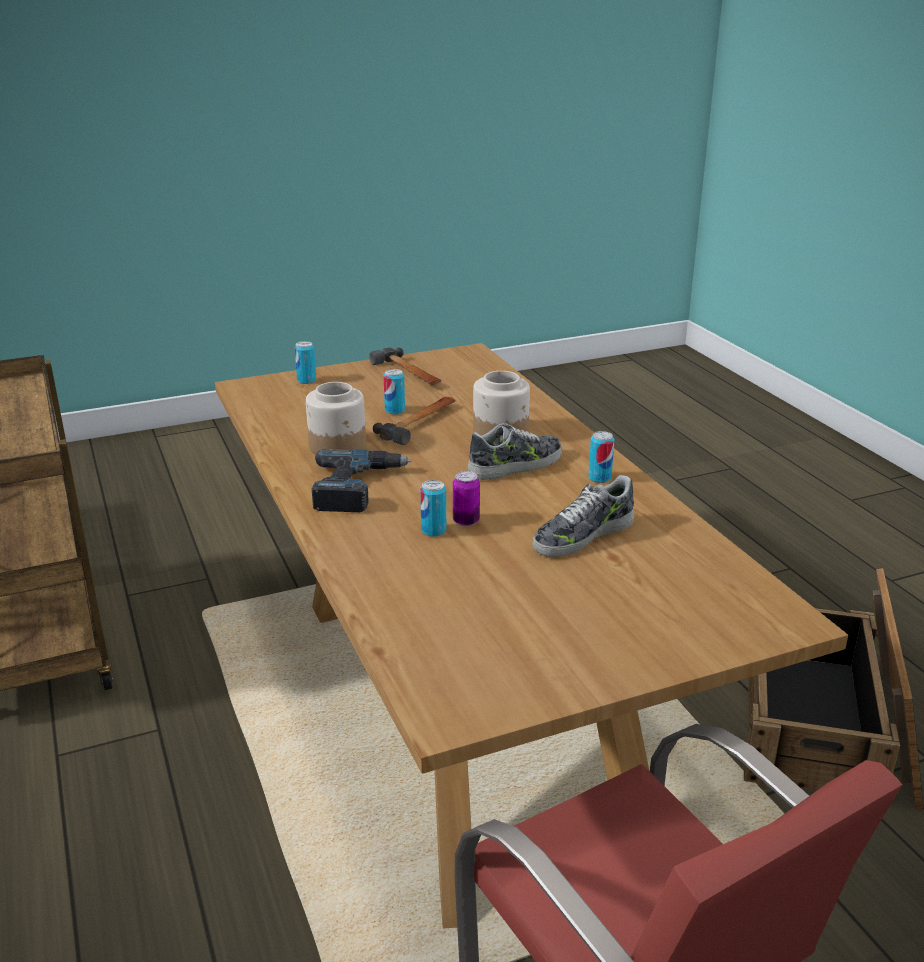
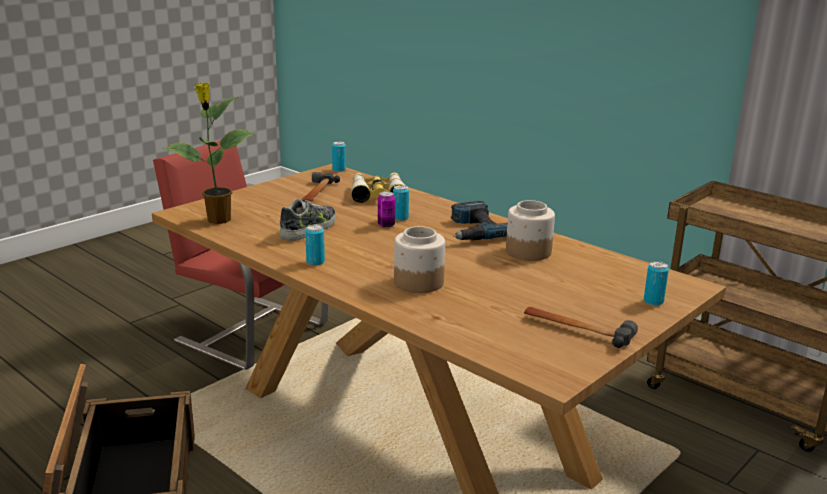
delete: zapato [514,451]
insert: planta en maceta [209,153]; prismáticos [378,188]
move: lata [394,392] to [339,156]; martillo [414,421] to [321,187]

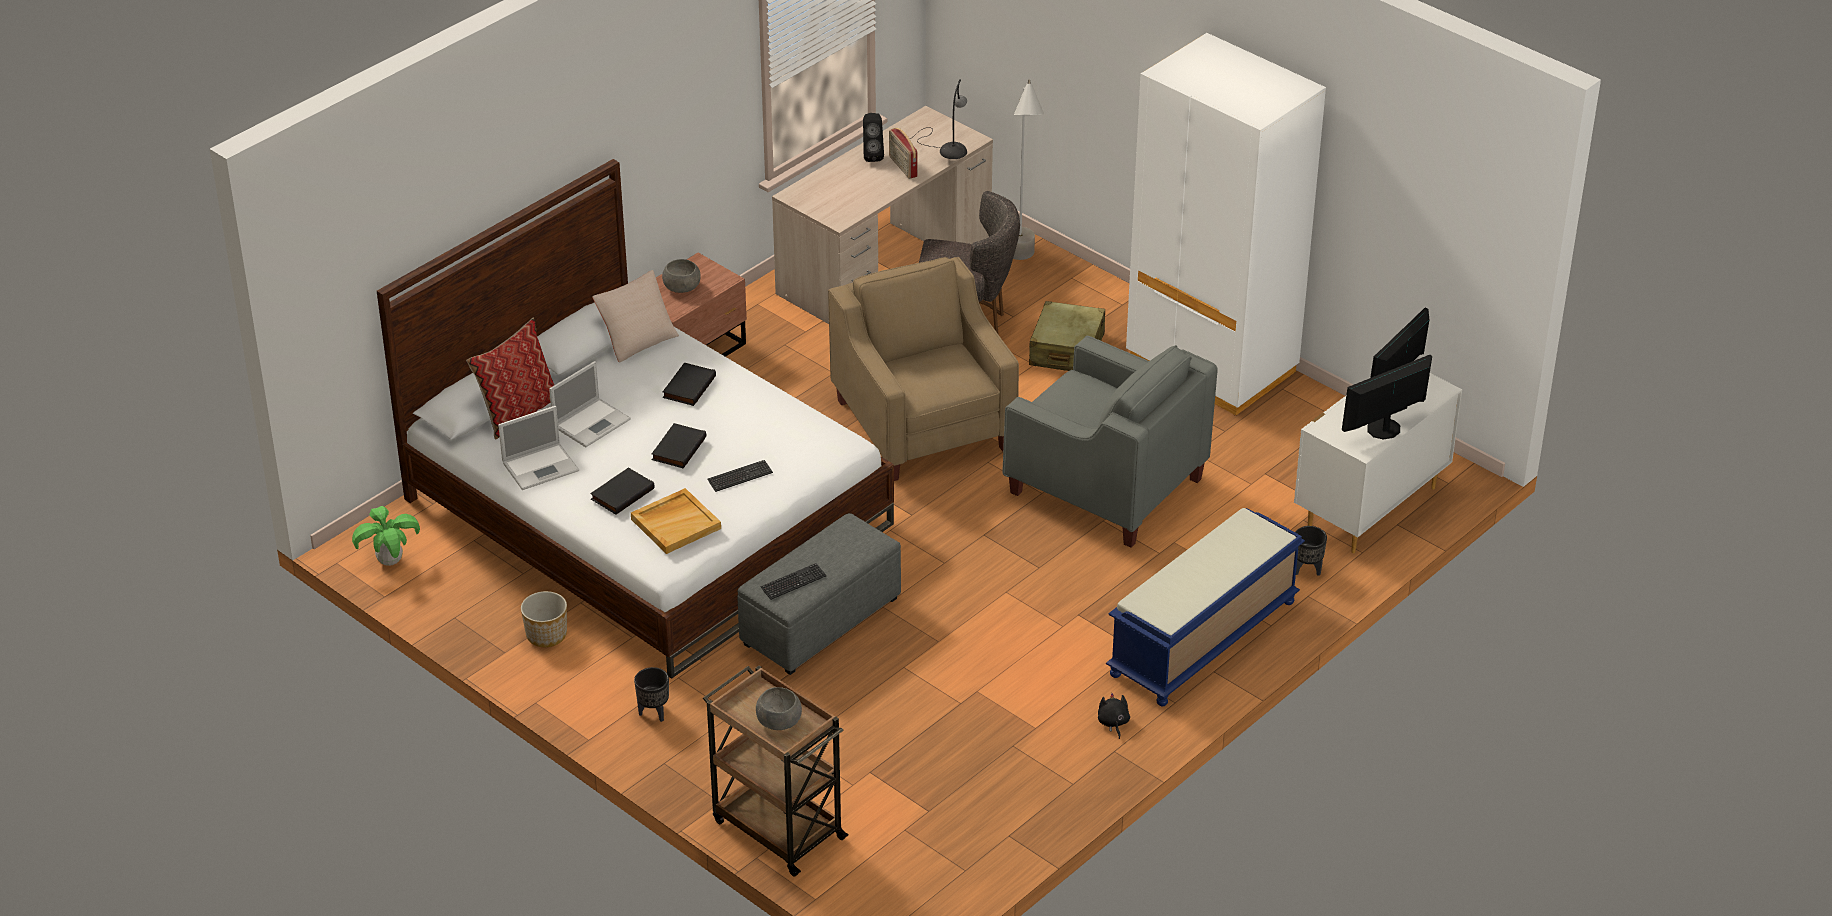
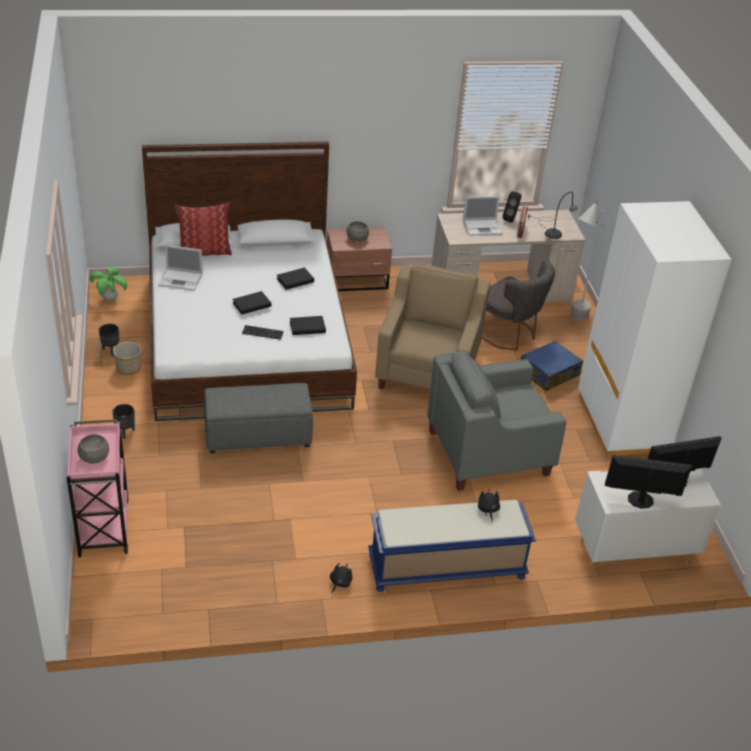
delete: cojín/beis [635,316]; bandeja/beis [676,521]; teclado [793,581]
insert: peluche/negro [489,505]
move: portátil [590,404] to [483,216]; libro/negro [622,491] to [308,325]; maceta/negro [1311,551] to [109,340]
recolor: maleta/beis [1067,336] to maleta/azul [552,366]; carrito/marrón [776,771] to carrito/rosa [97,488]
rotate: sillón/gris [1110,442] = [497,420] 90 degrees clockwise

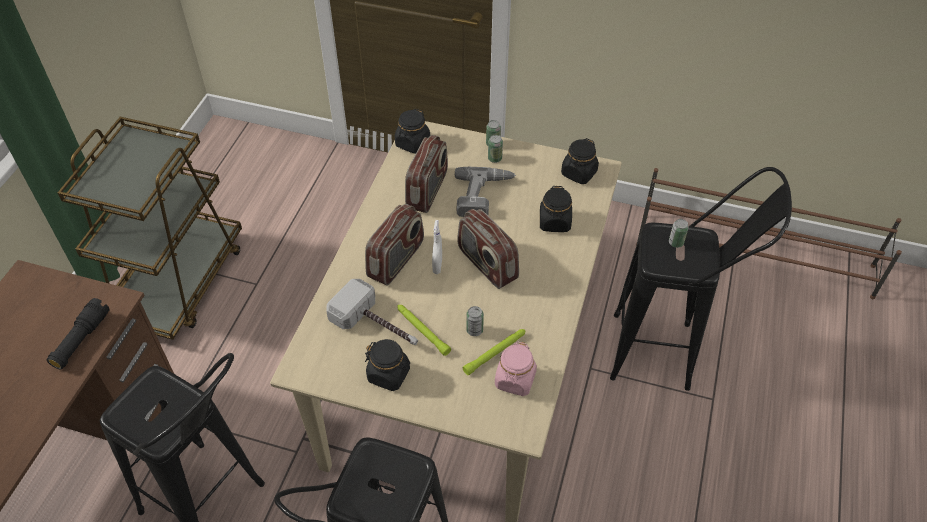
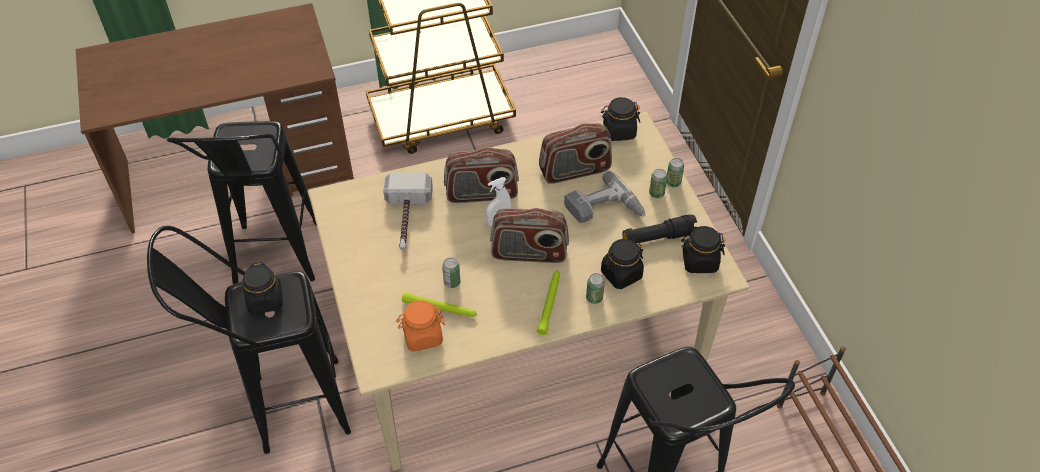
move: lata [679,233] to [595,288]; linterna/negro [78,333] to [659,229]; linterna/verde [424,330] to [548,303]; tarro/negro [387,365] to [262,288]
recolor: tarro/rosa [516,369] to tarro/naranja [420,326]
rotate: radio [488,249] = [529,235] 105 degrees counterclockwise

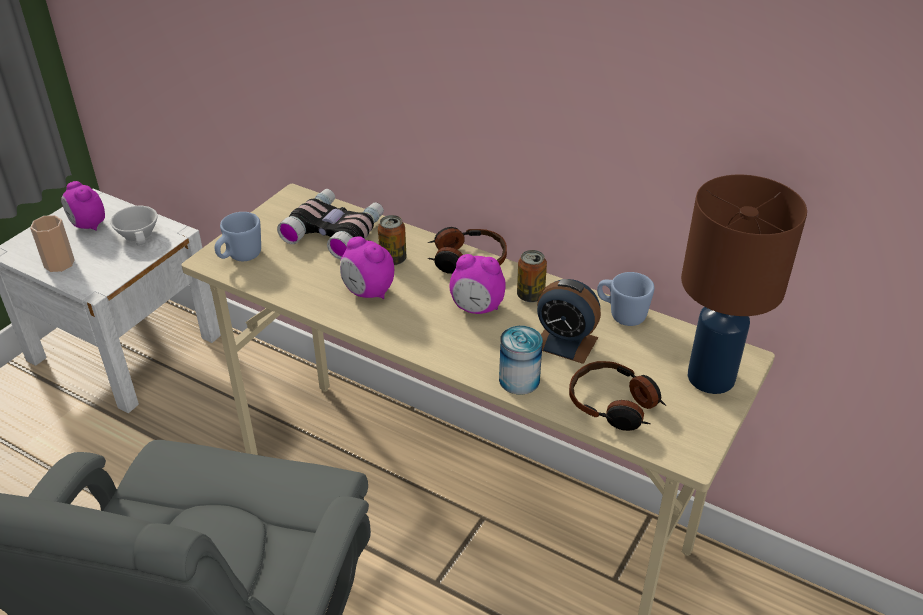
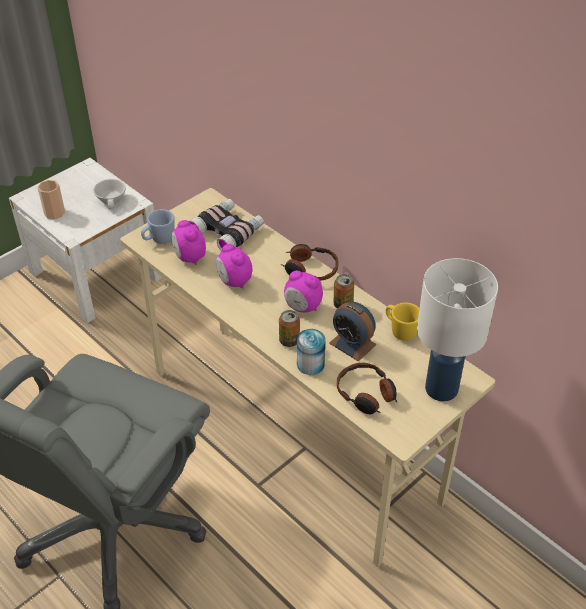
move: despertador [83,206] to [188,242]; lata [392,240] to [289,328]
recolor: lámpara de mesa/marrón [744,284] to lámpara de mesa/blanco [457,329]; taza grande/azul [626,299] to taza grande/amarillo [402,322]

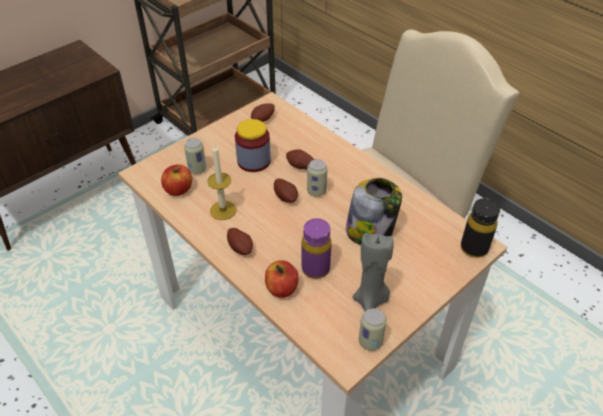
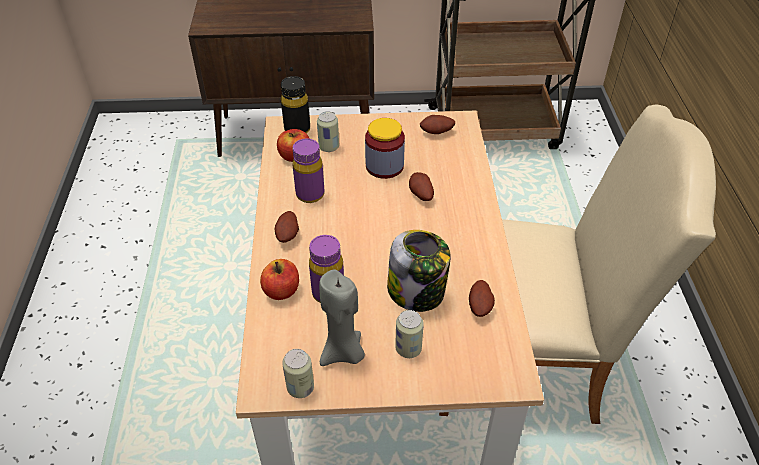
move: lata [317,178] to [409,334]; patata [286,191] to [482,298]; botella/negro [480,228] to [295,105]
replace: vela [222,181] to botella/morado [308,171]

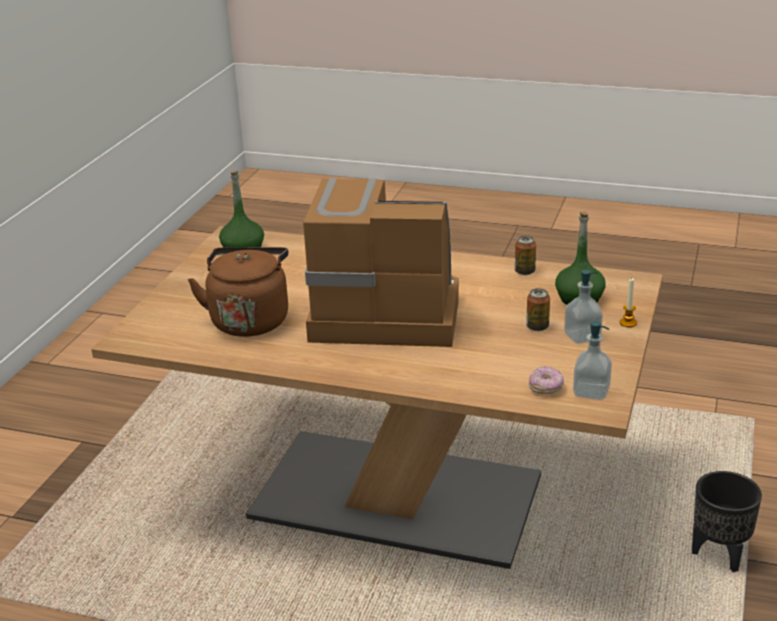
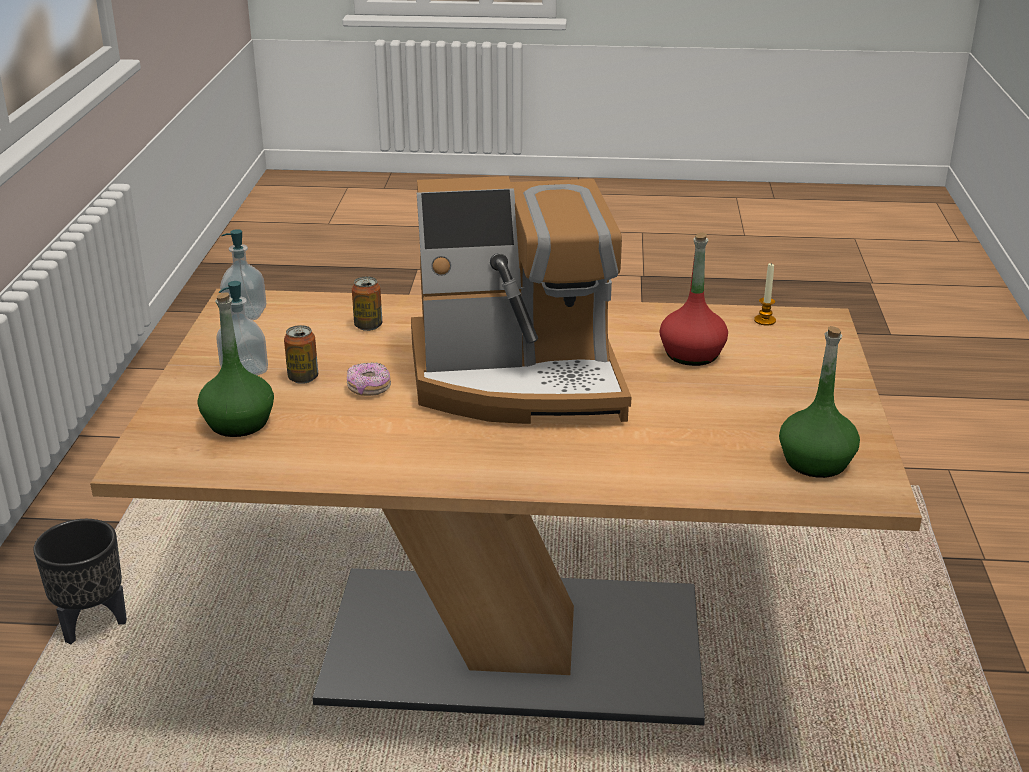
move: lata [525,255] to [367,304]; vela [628,302] to [765,294]; rosquilla [546,380] to [369,379]
replace: hervidor/marrón [238,292] to botella/rojo [693,299]

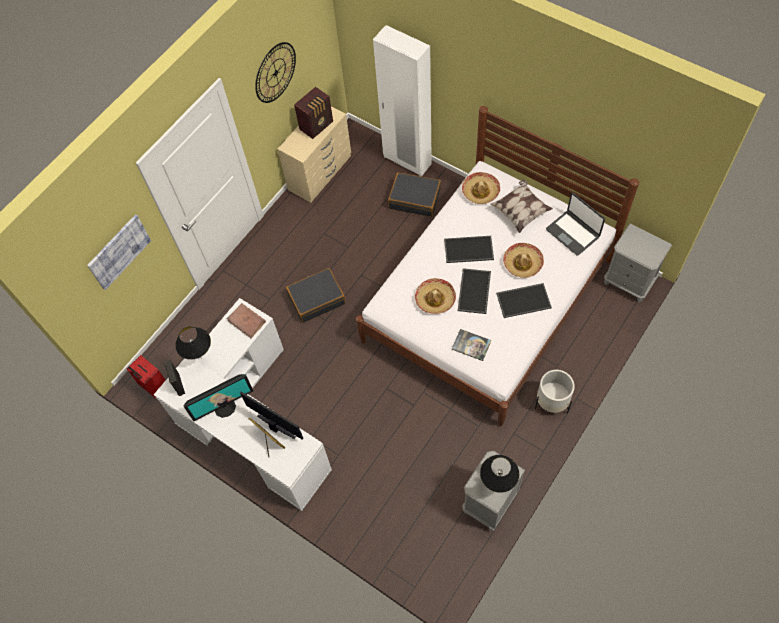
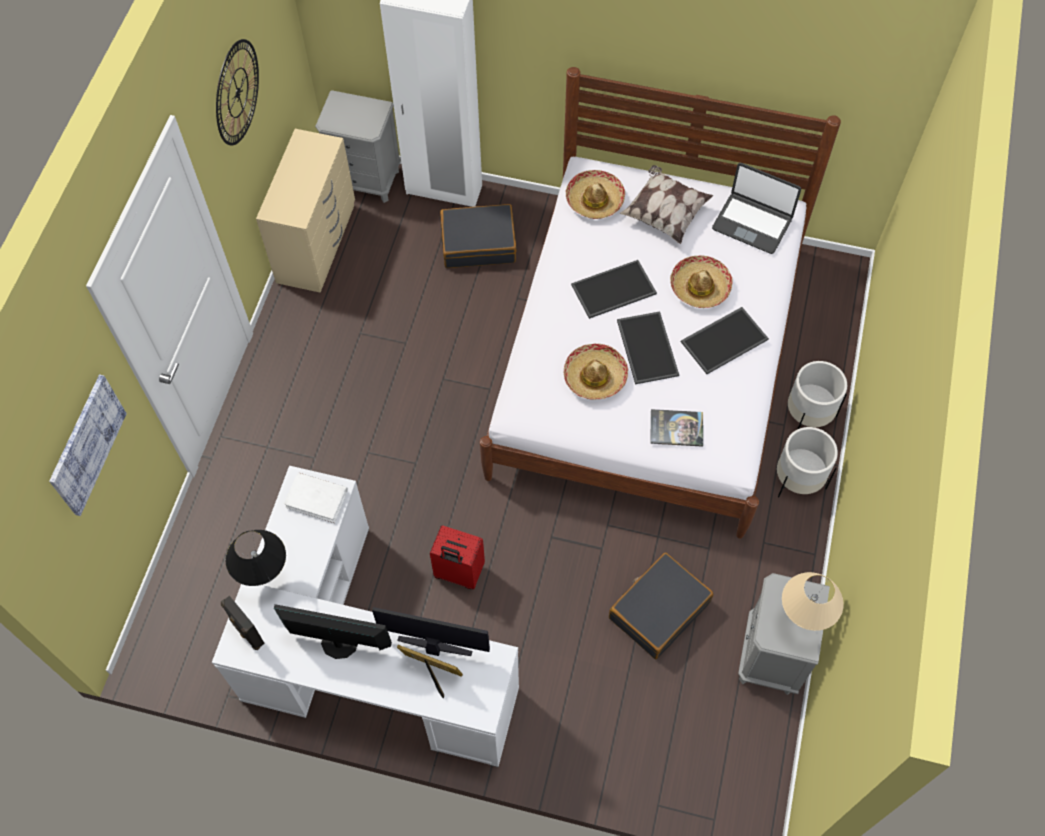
delete: radio [313,113]
insert: maceta/blanco [817,395]
move: mesita de noche/gris [638,263] to [358,146]; maleta/negro [315,295] to [661,605]; maleta/rojo [146,377] to [457,557]
recolor: libro/marrón [246,320] to libro/blanco [316,498]; lámpara de mesa/negro [499,474] to lámpara de mesa/beis [813,601]
rotate: monitor [218,397] = [333,631] 120 degrees counterclockwise

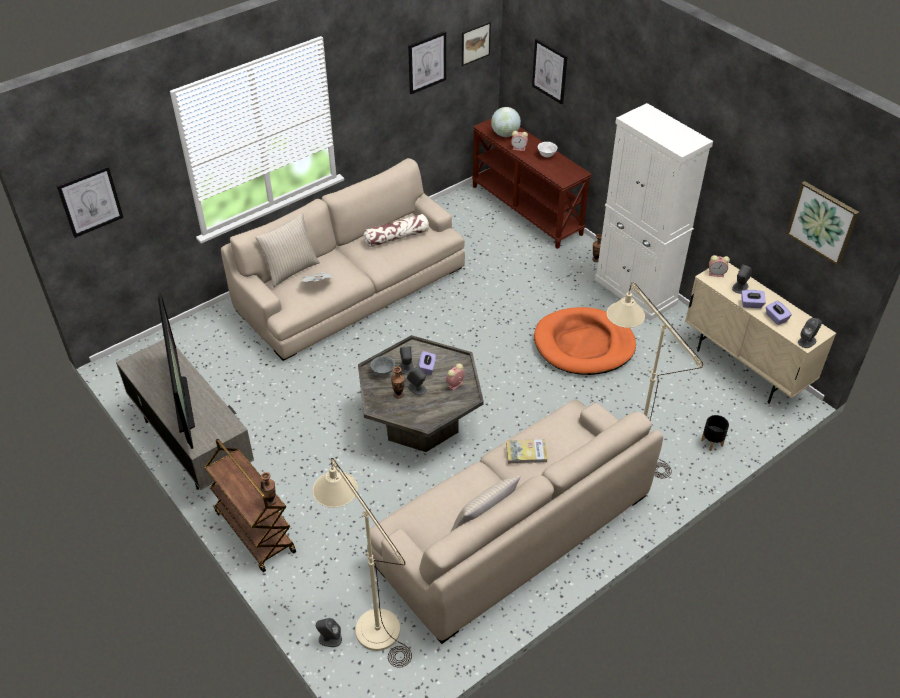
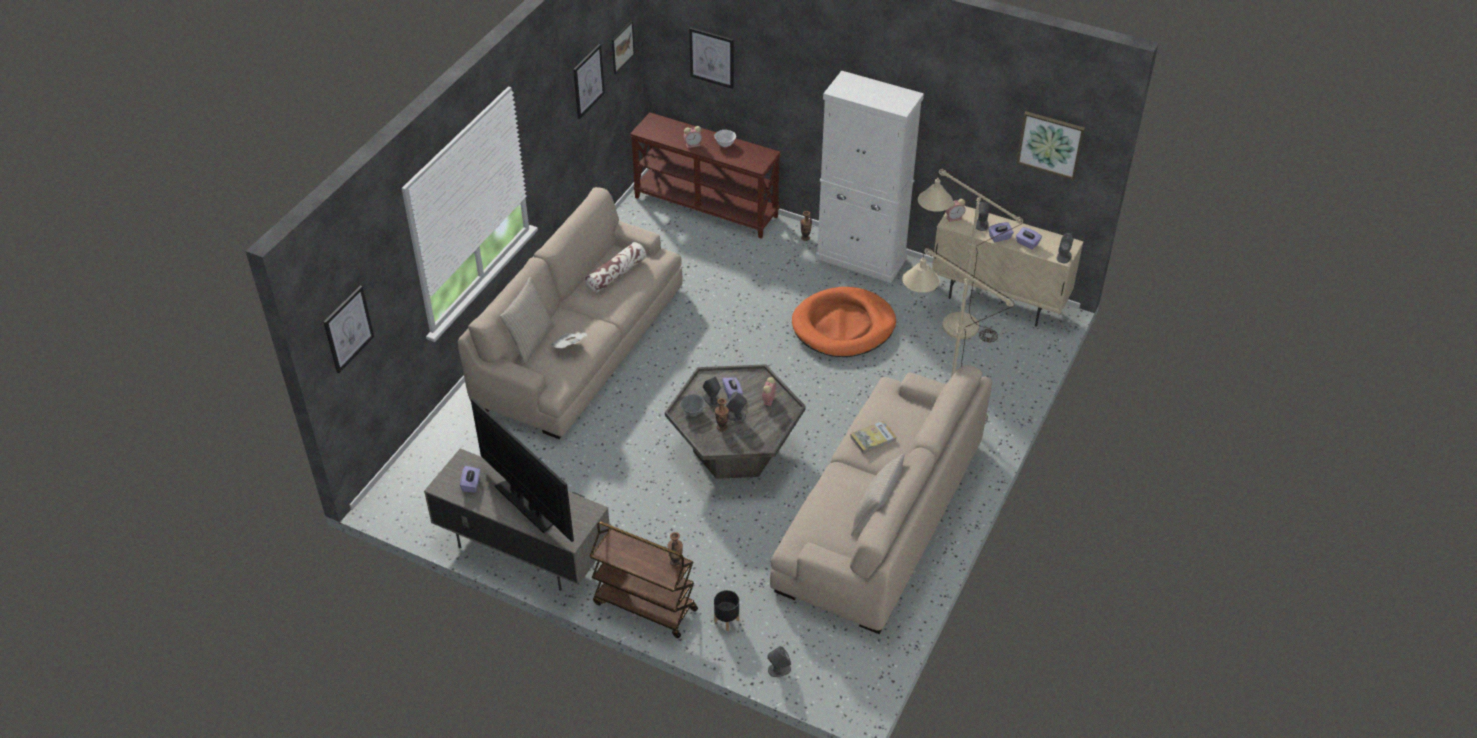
delete: globo terráqueo [506,122]
insert: caja de pañuelos/morado [470,479]
move: maceta/negro [715,433] to [726,610]; lámpara de pie/beis [362,563] to [971,255]

